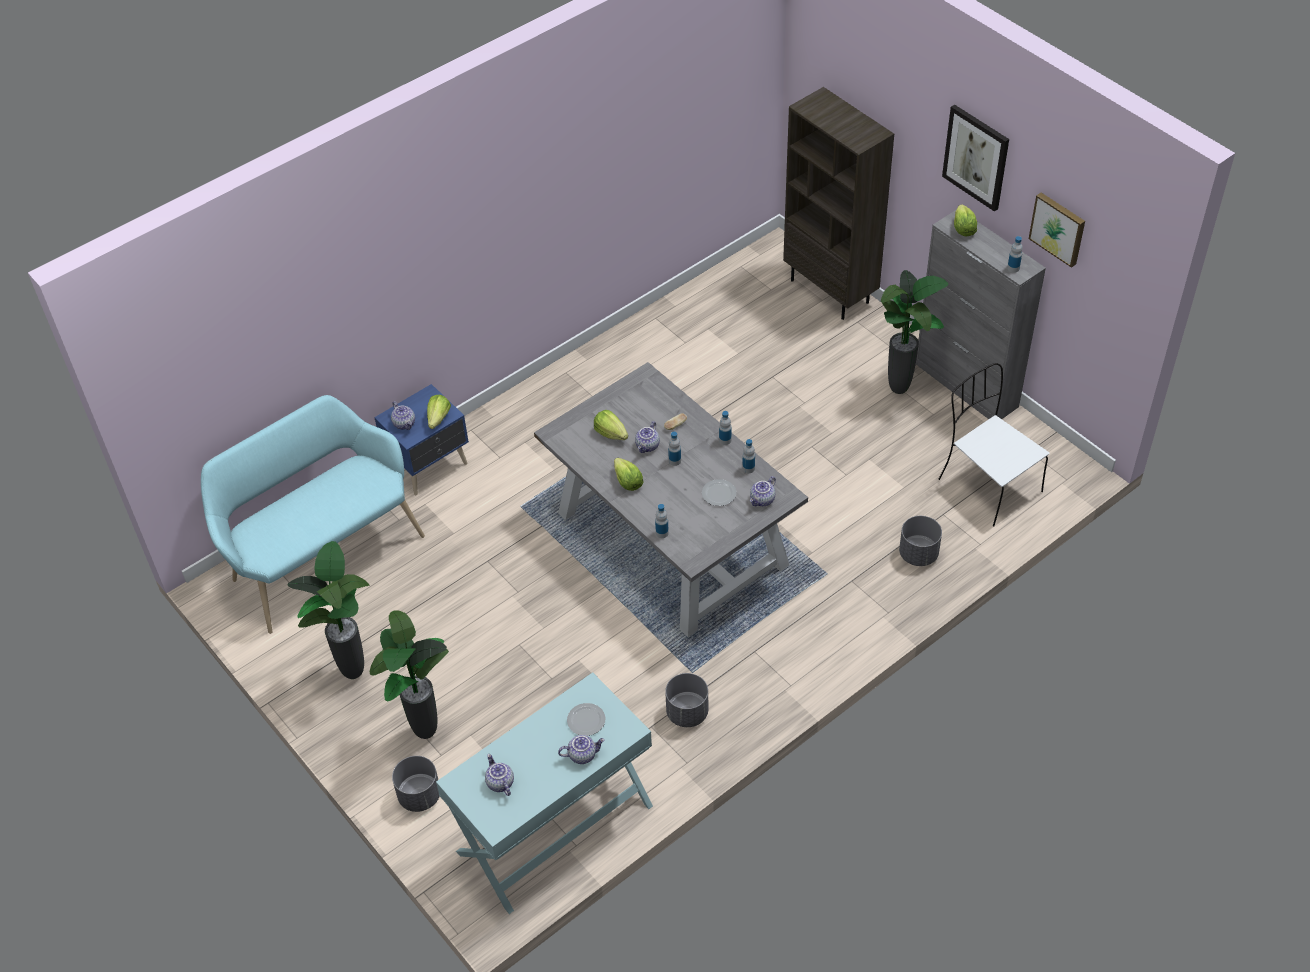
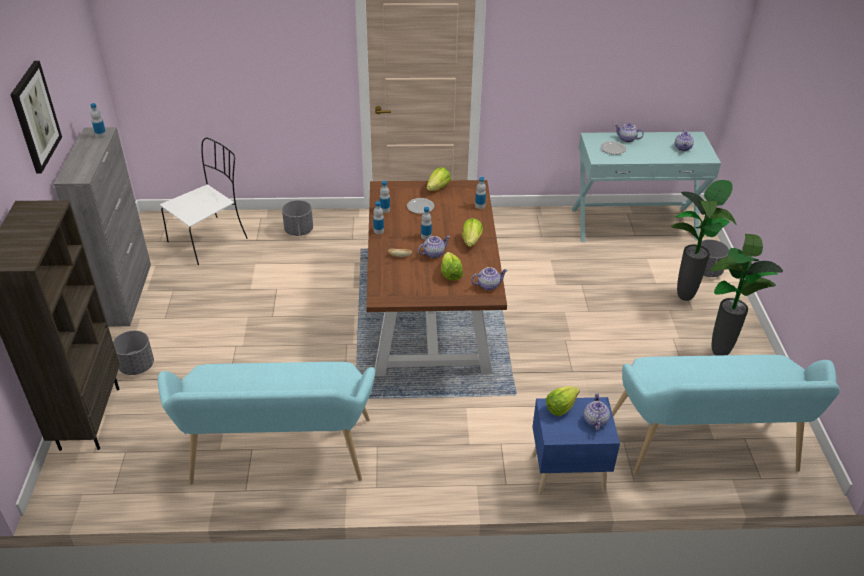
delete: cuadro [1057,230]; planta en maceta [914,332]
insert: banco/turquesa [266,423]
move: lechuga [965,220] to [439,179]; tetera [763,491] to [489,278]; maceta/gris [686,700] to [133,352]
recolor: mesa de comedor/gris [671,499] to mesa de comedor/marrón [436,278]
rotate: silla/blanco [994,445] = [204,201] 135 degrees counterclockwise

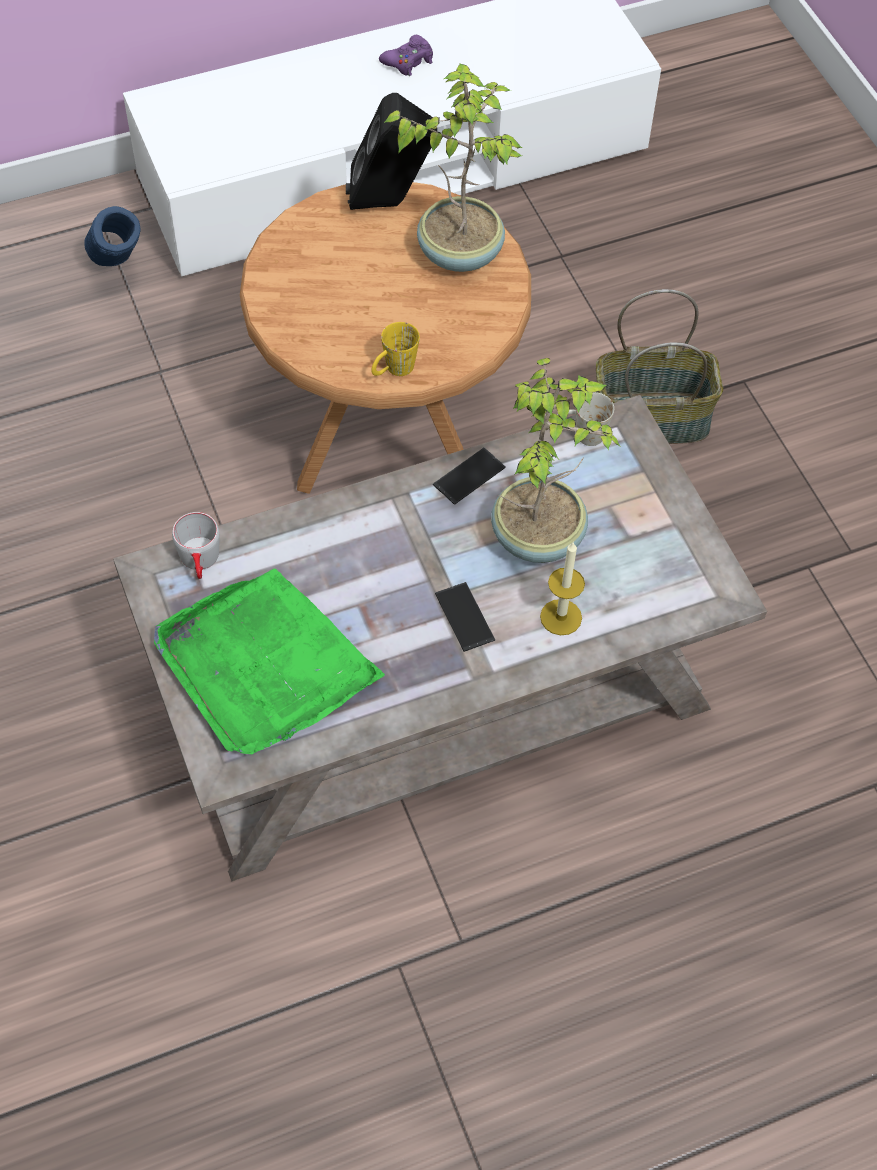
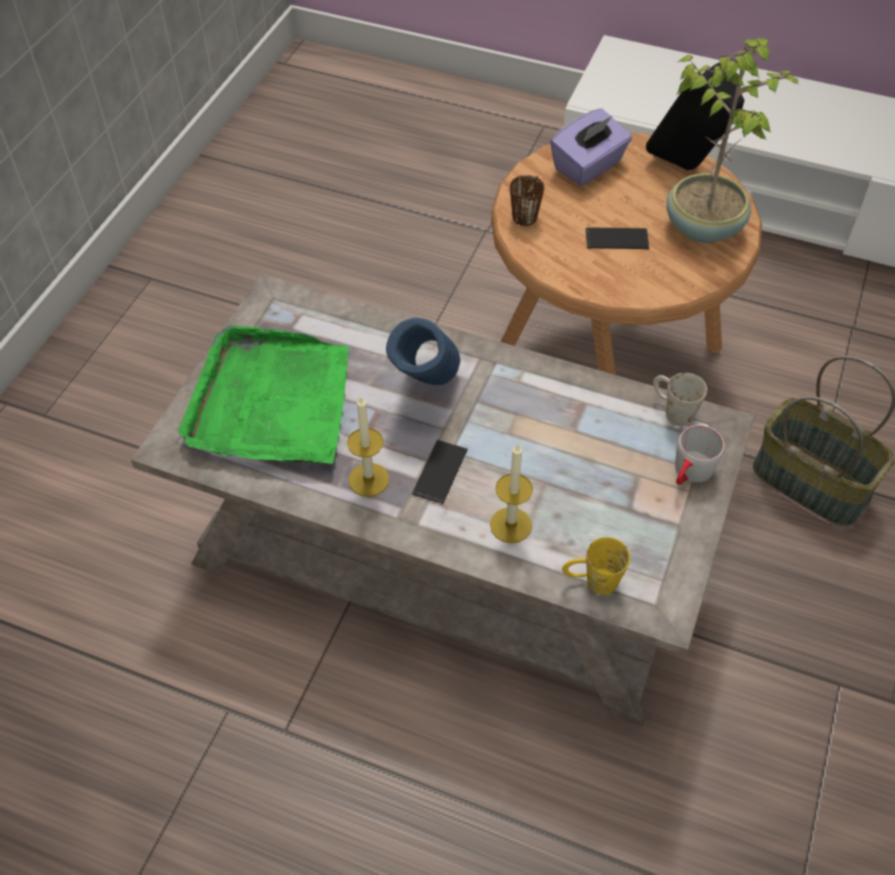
delete: mando de consola/morado [406,55]; planta en maceta [555,460]
insert: caja de pañuelos/morado [591,147]; taza grande/marrón [527,200]; vela [368,446]
move: florero/azul [112,236] to [423,351]; taza grande/amarillo [395,349] to [596,566]; móvil [469,476] to [617,238]; taza grande/gris [196,545] to [699,455]

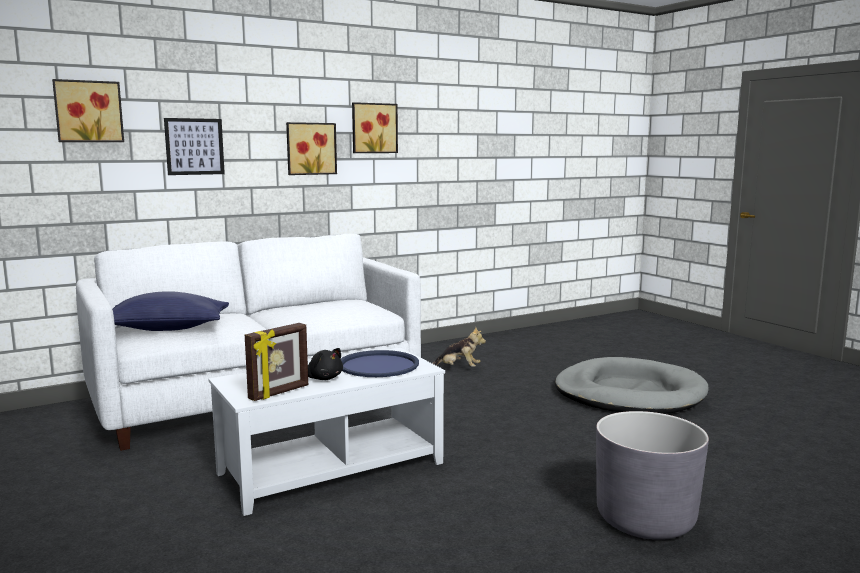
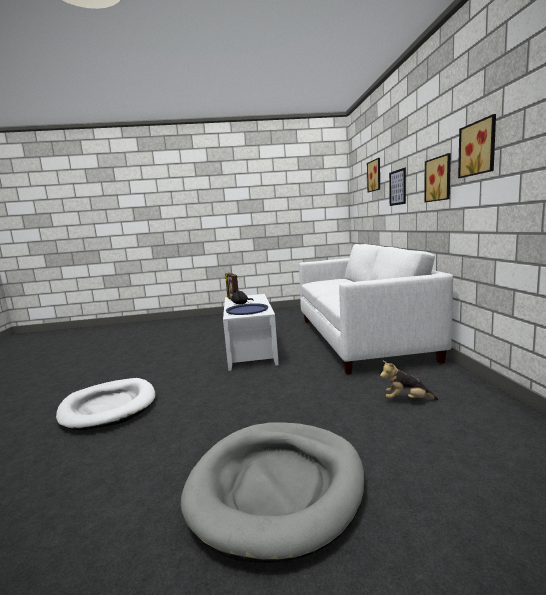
delete: cojín/azul [170,311]
replace: maceta/gris [652,475] to cama para perro/blanco [105,404]
rotate: peluche [459,347] = [409,380] 60 degrees clockwise

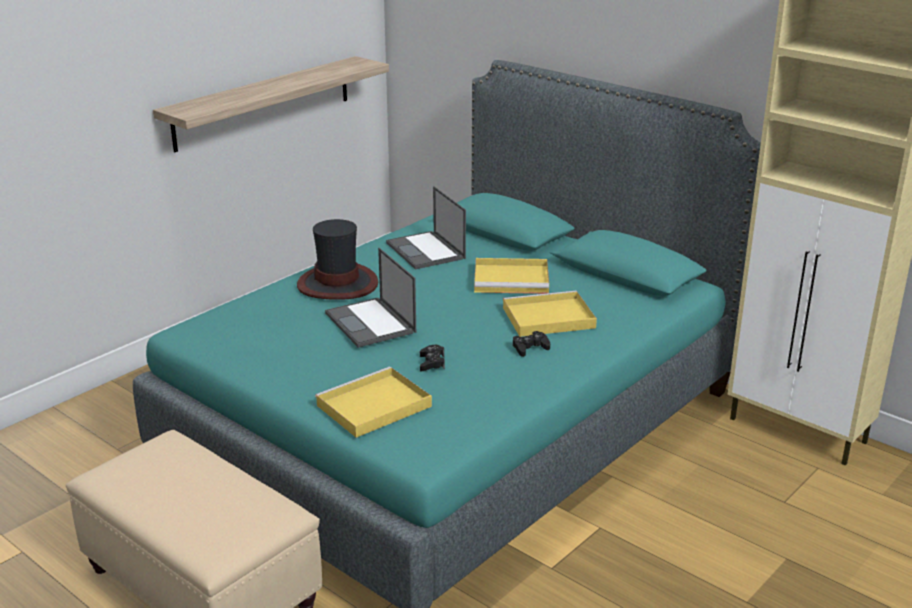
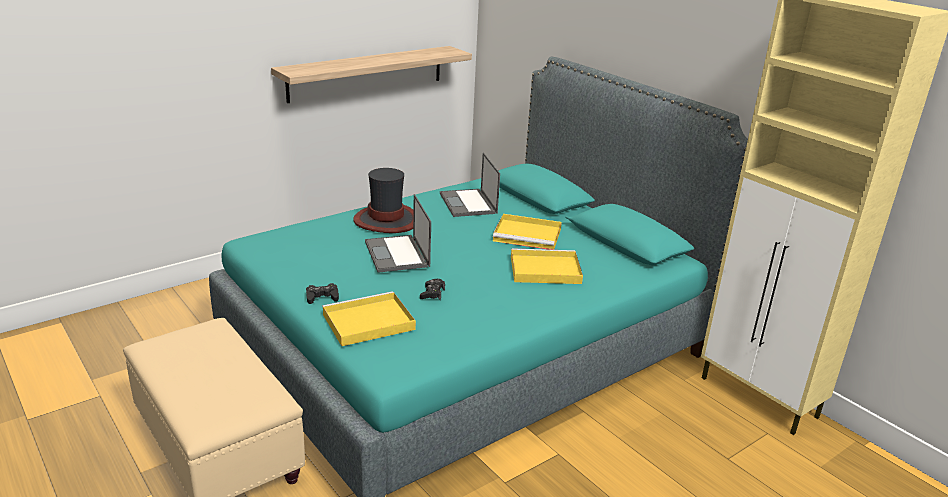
move: mando de consola/negro [531,344] to [322,293]

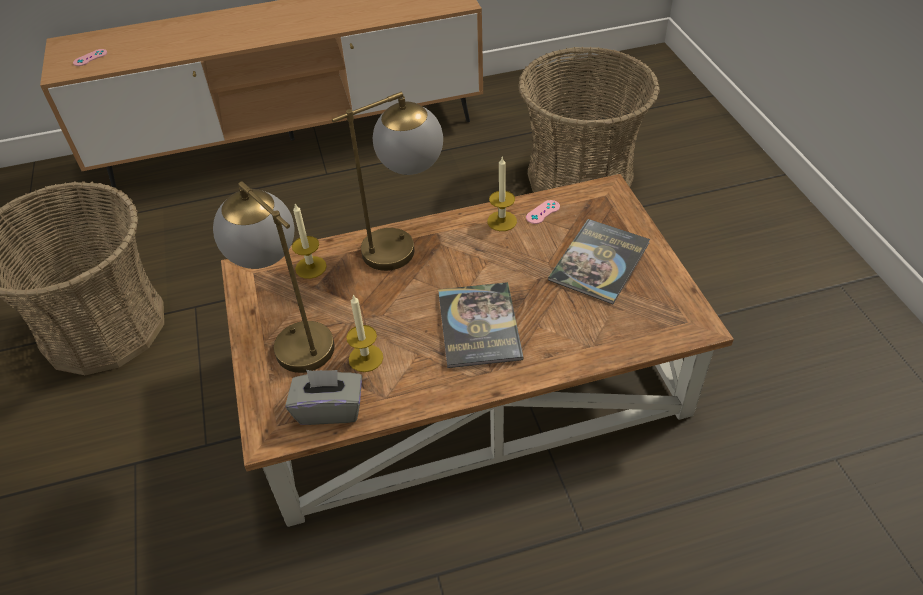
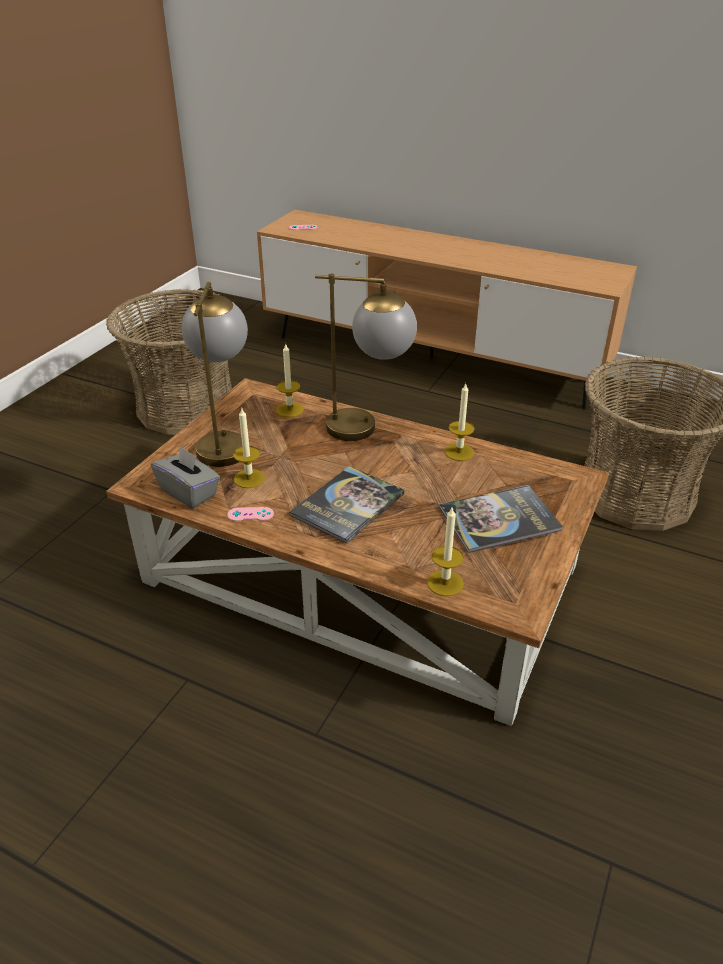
insert: vela [445,552]
move: mando de consola/rosa [543,212] to [250,514]

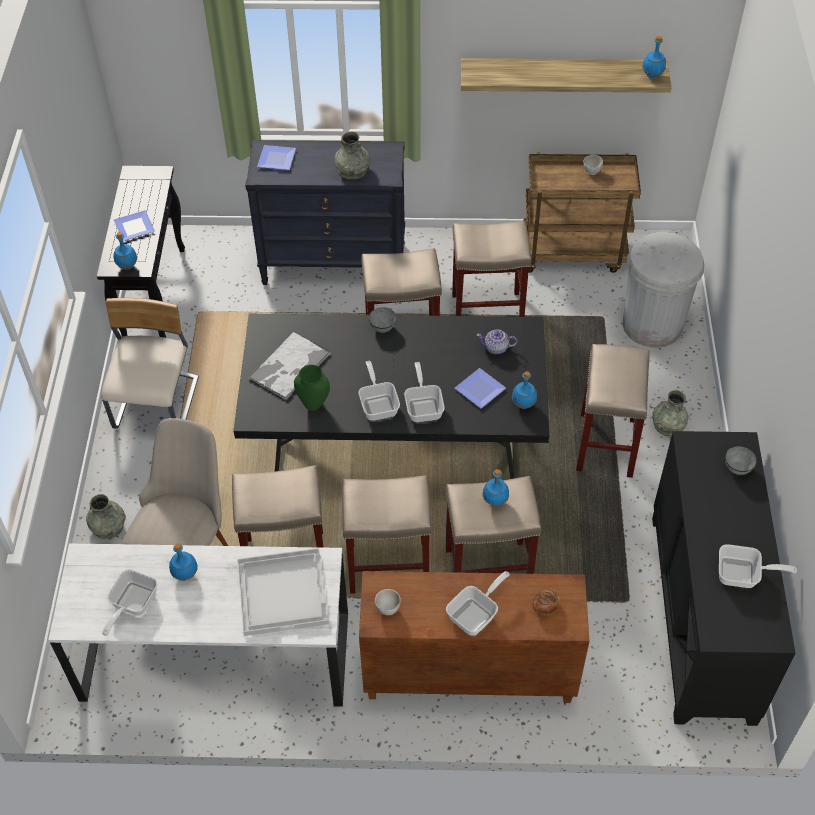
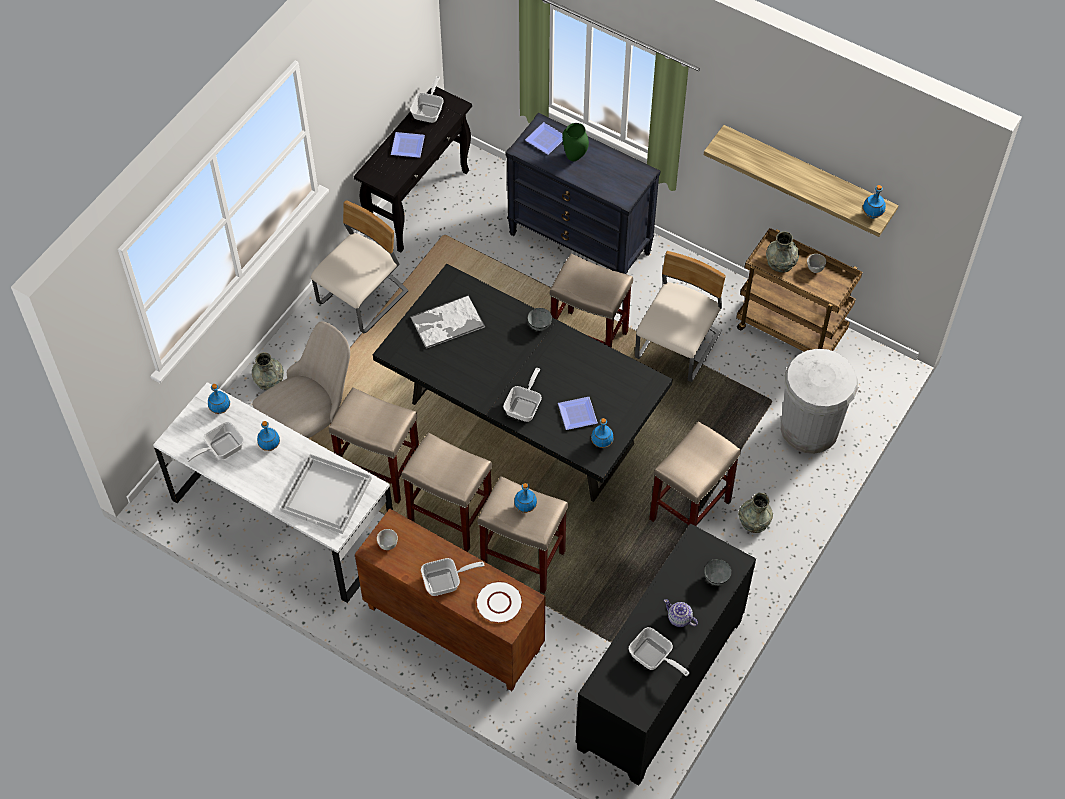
move: florero/gris [352,156] to [782,252]; botella/azul [125,251] to [219,399]; tetera [497,341] to [681,613]; sartén [379,391] to [427,99]; florero/verde [312,388] to [575,142]
replace: taburete/beis [491,268] to silla/beis [680,316]; pan [546,601] to plato/blanco [499,602]

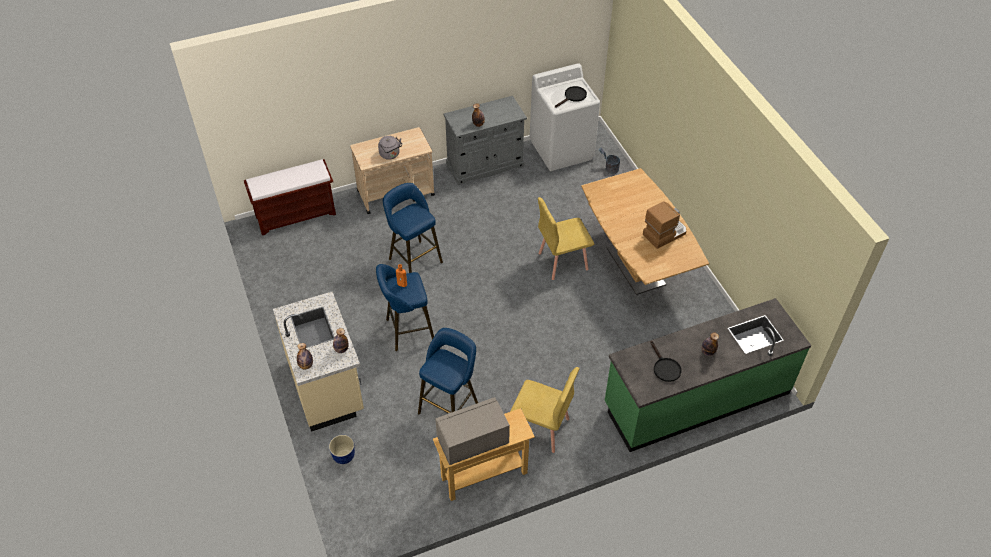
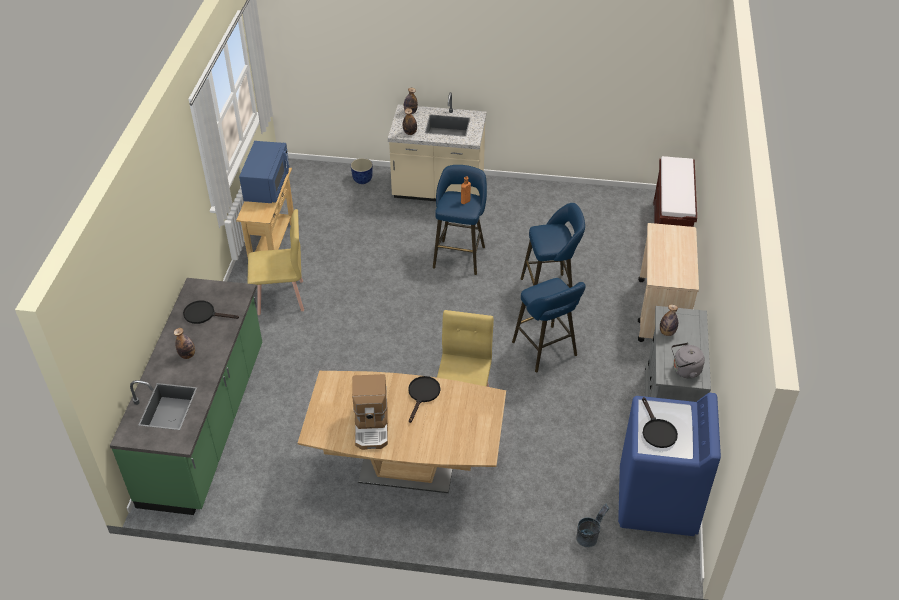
insert: sartén/negro [424,399]
move: hervidor/gris [390,148] to [688,360]; taburete/azul [448,371] to [549,325]
recolor: lavadora/blanco [564,117] to lavadora/azul [669,464]; microondas/gris [472,431] to microondas/azul [264,172]
rotate: silla/amarillo [545,410] = [275,262] 150 degrees counterclockwise

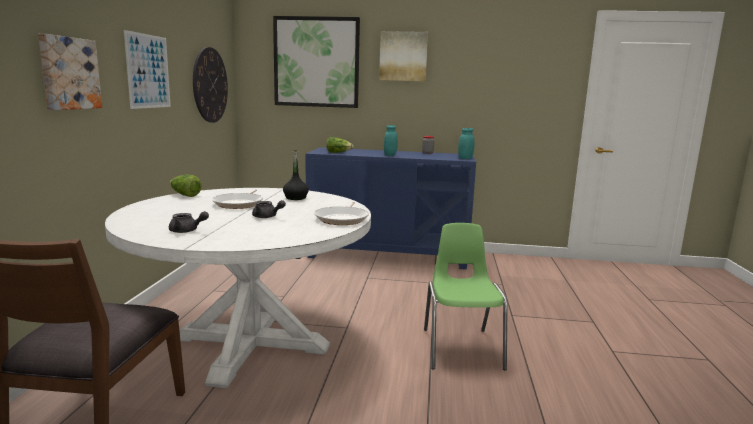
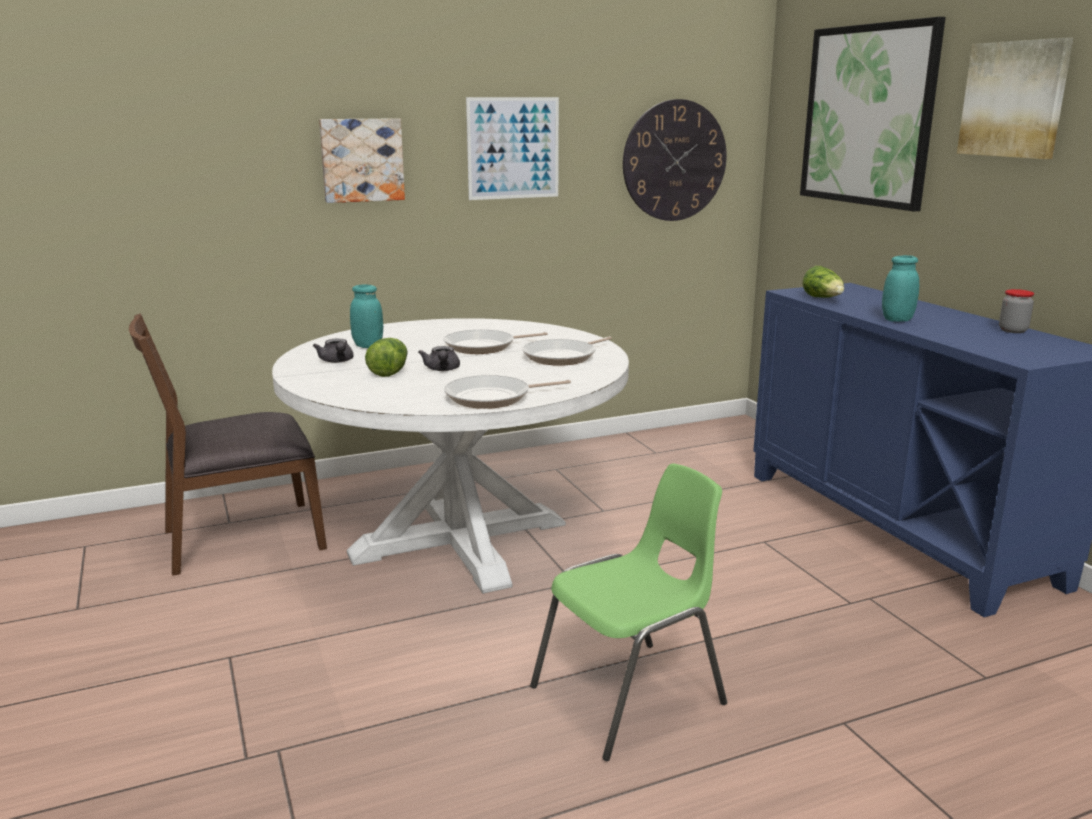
move: tarro/turquesa [466,143] to [366,316]; lechuga [186,186] to [386,357]
replace: botella/negro [296,175] to sartén [567,351]

